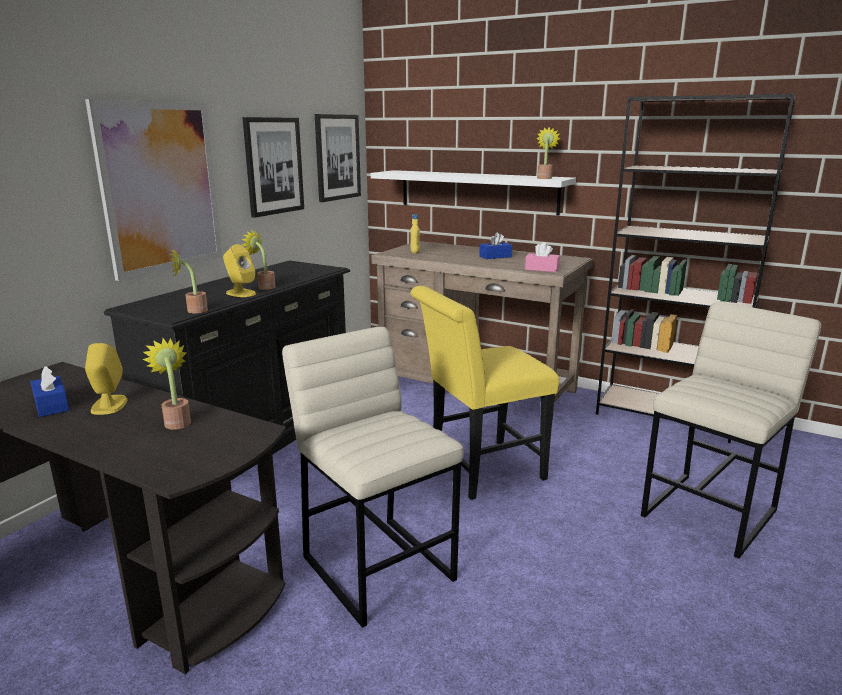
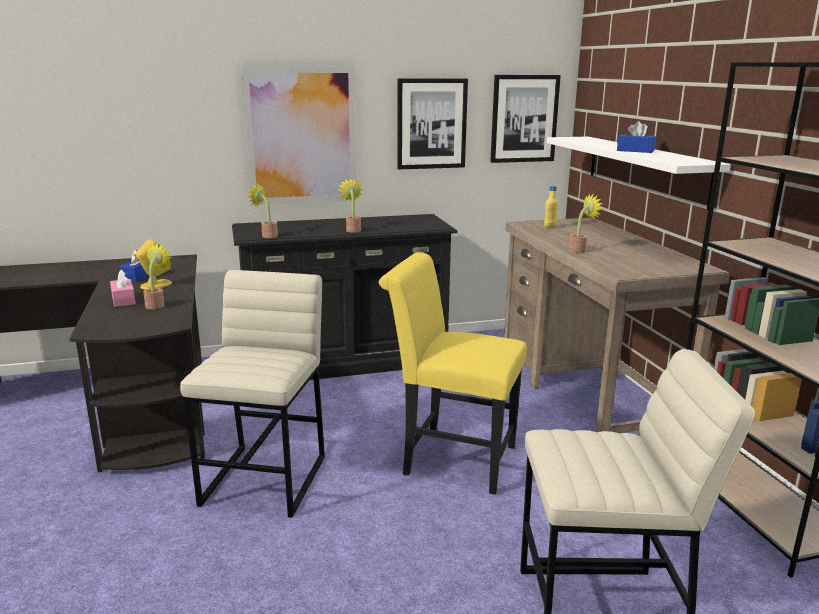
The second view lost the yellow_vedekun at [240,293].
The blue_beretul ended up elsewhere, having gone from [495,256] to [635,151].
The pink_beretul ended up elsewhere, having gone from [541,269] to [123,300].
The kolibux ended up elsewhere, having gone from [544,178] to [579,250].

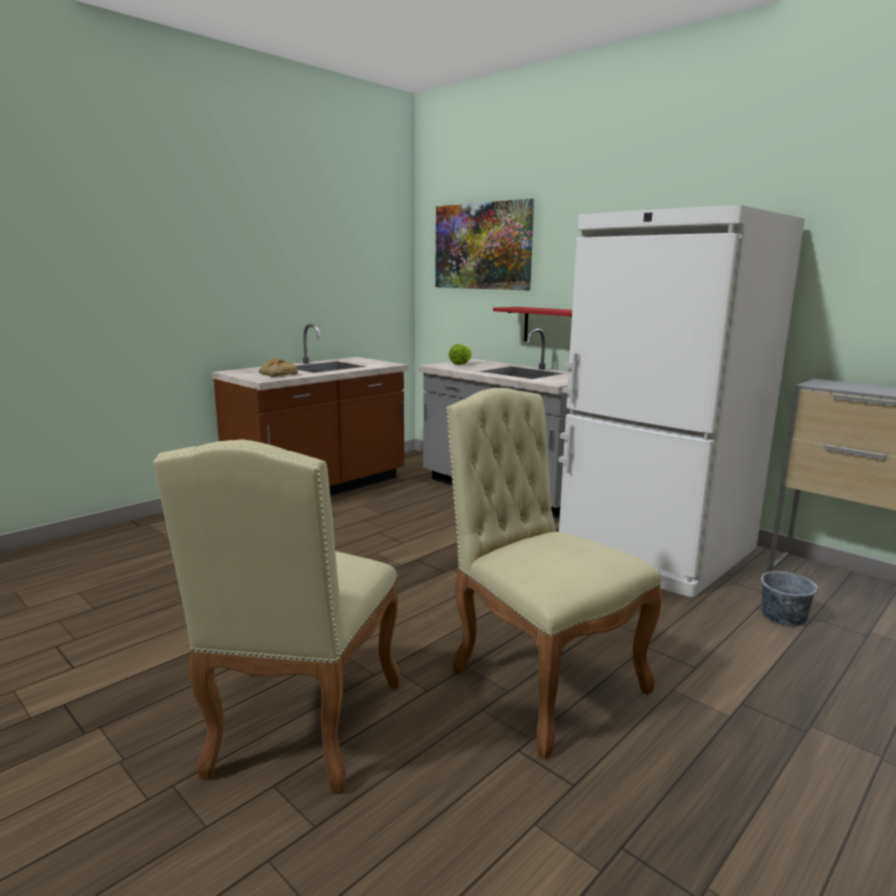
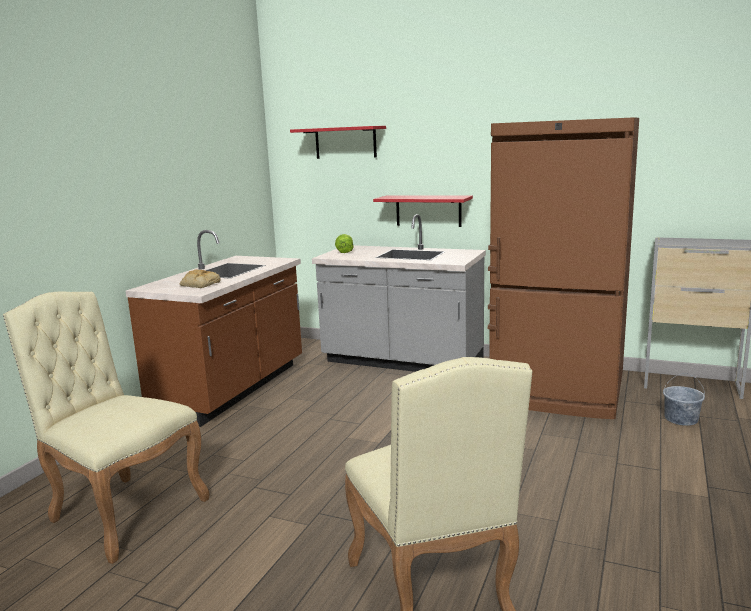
The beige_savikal ended up elsewhere, having gone from [541,682] to [123,512].
Where the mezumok hung at [482,246], the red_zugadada came to hang at [345,142].
What was the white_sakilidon at [655,549] turned into the brown_sakilidon at [558,387].

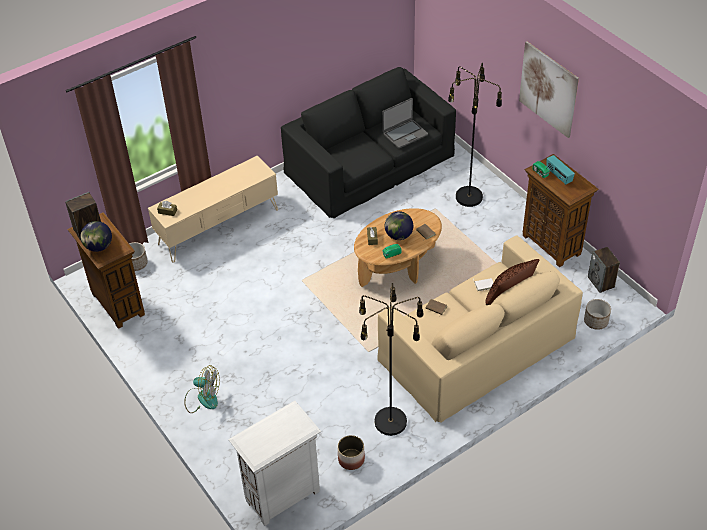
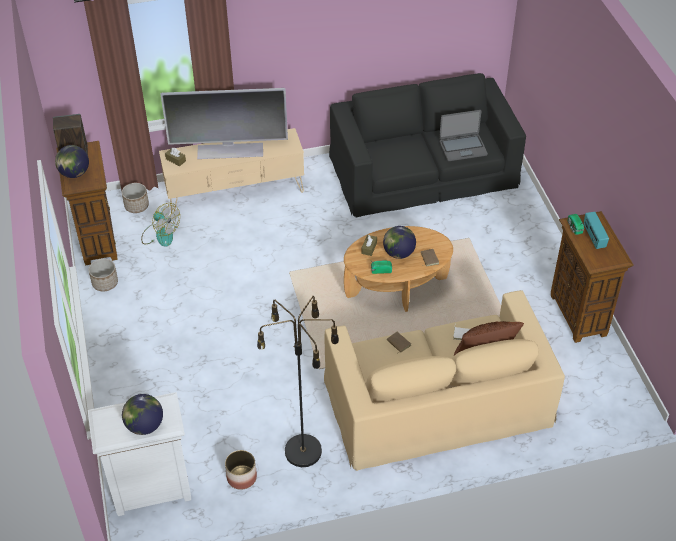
The second view lost the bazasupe at [468,197].
The second view lost the mezumok at [548,89].
The second view lost the vedekun at [601,282].
The second view gained the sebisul at [144,425].
The second view gained the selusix at [230,150].
The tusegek ended up elsewhere, having gone from [202,398] to [160,234].
The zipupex ended up elsewhere, having gone from [596,321] to [105,283].

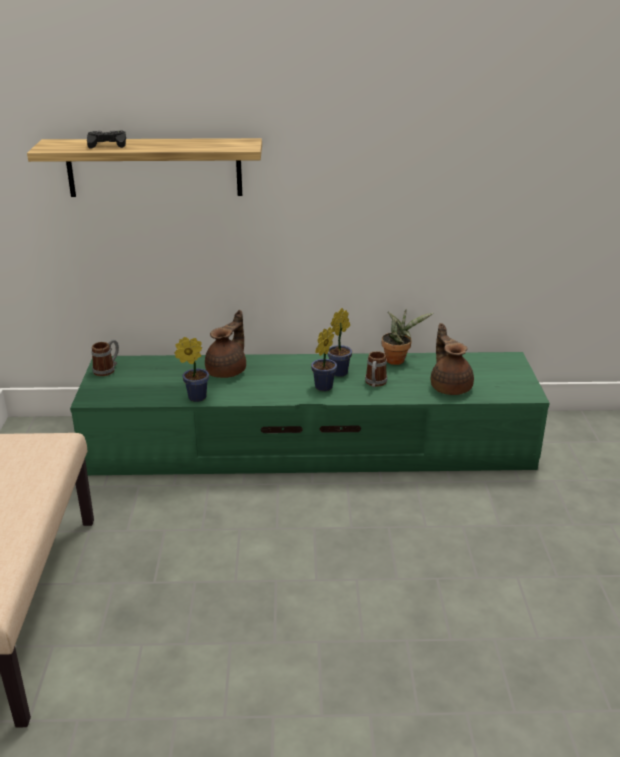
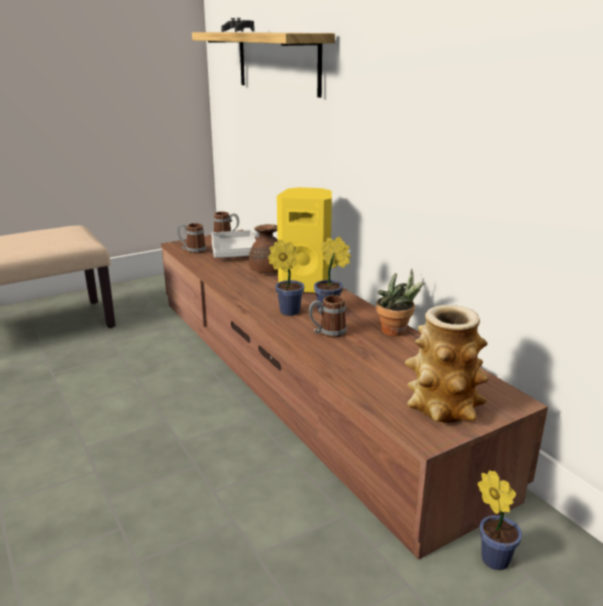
The second view lost the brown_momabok at [450,386].
The second view gained the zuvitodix at [192,250].
The second view gained the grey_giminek at [234,252].
The second view gained the yellow_vedekun at [306,285].
The second view gained the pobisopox at [442,407].
The kolibux ended up elsewhere, having gone from [194,397] to [492,557].
What was the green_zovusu at [309,443] turned into the brown_zovusu at [302,377].

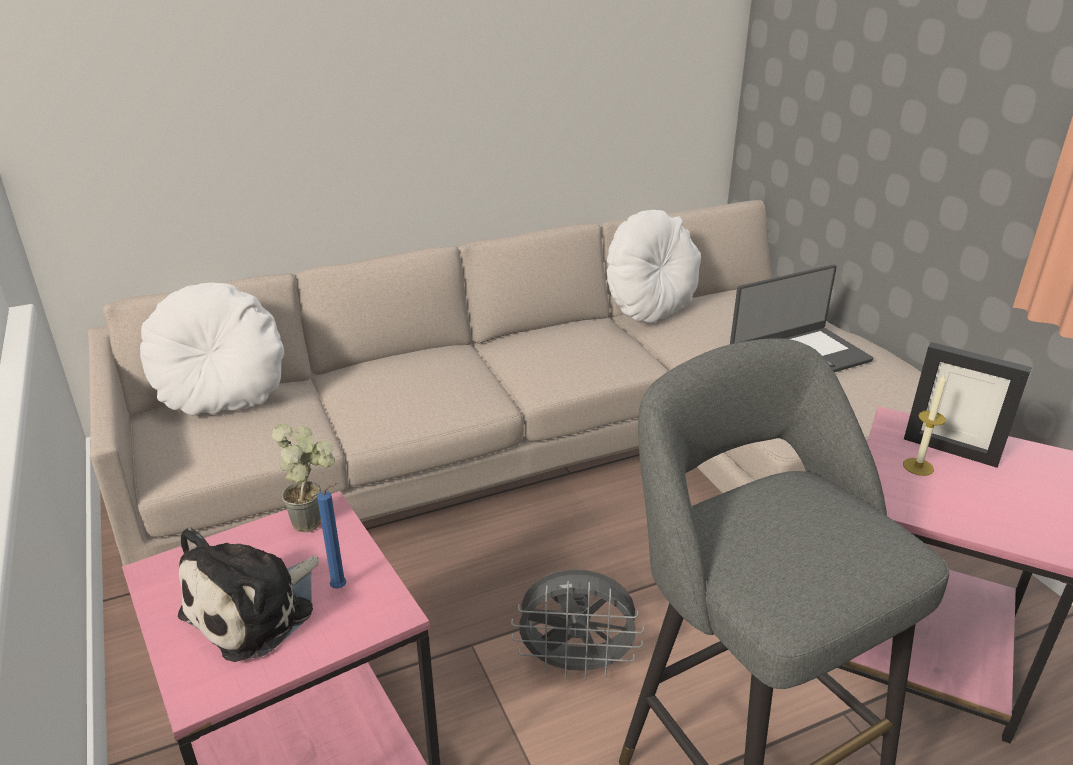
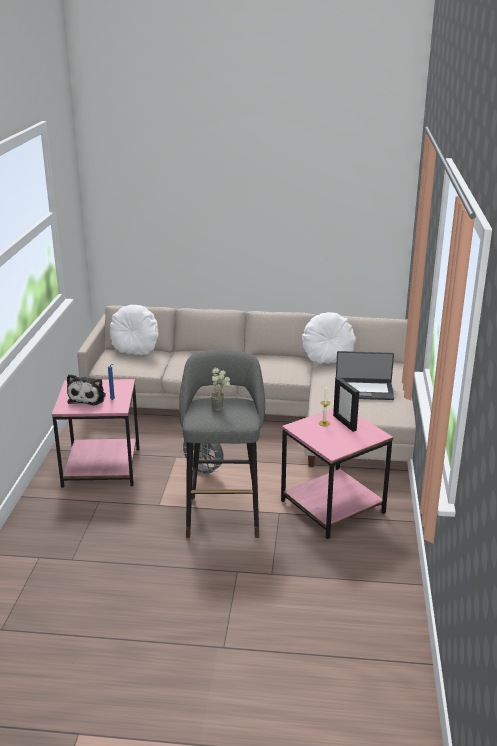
The kolibux ended up elsewhere, having gone from [315,520] to [221,408].
The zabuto at [255,609] ended up facing another way, 60 degrees counterclockwise from before.

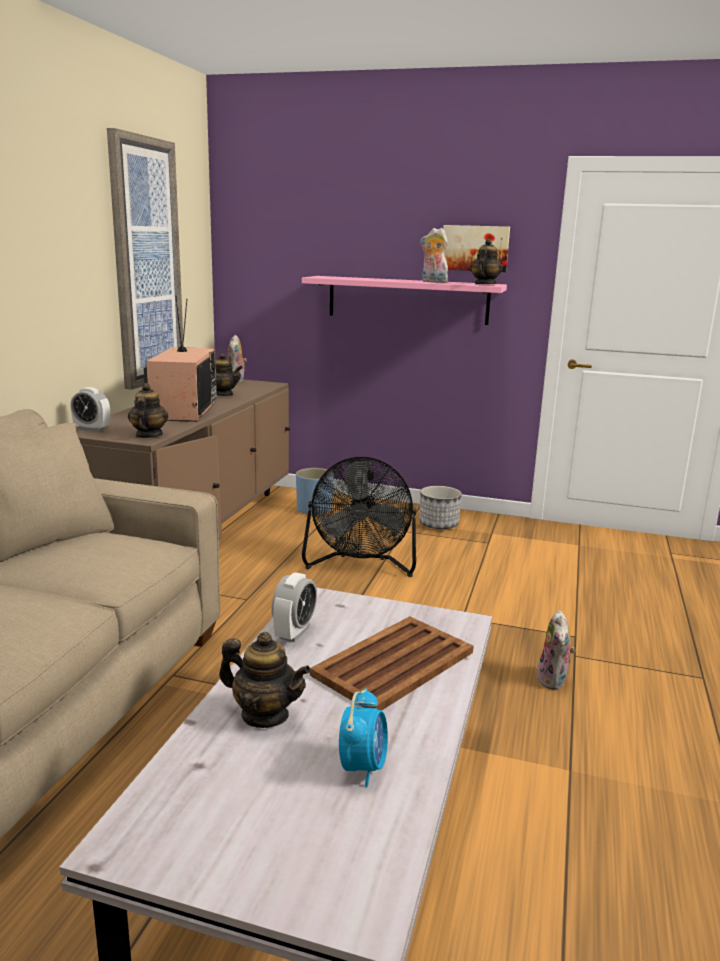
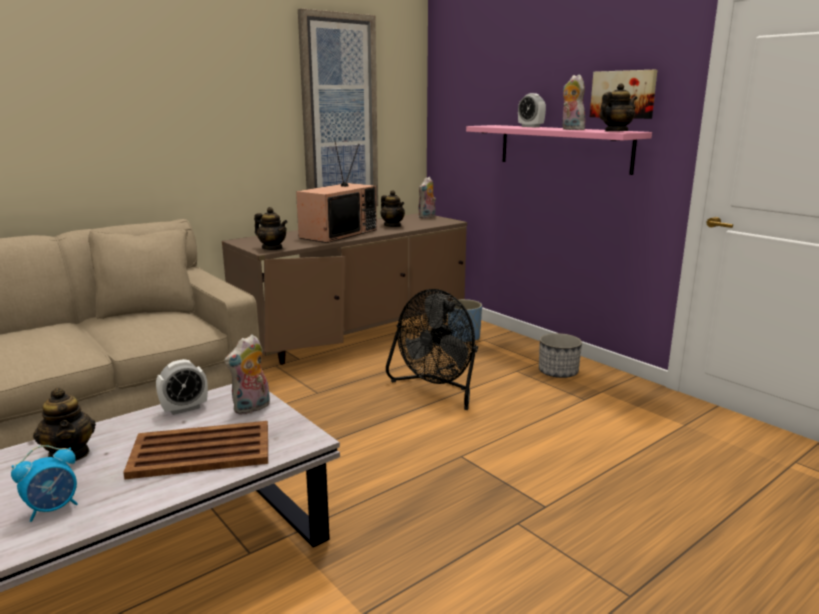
The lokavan ended up elsewhere, having gone from [92,429] to [530,127].
The zabuto ended up elsewhere, having gone from [554,680] to [252,408].
The momabok at [148,435] ended up facing another way, 90 degrees clockwise from before.

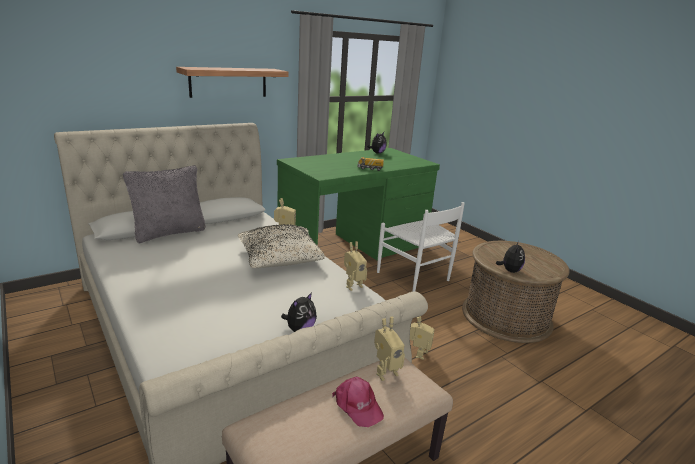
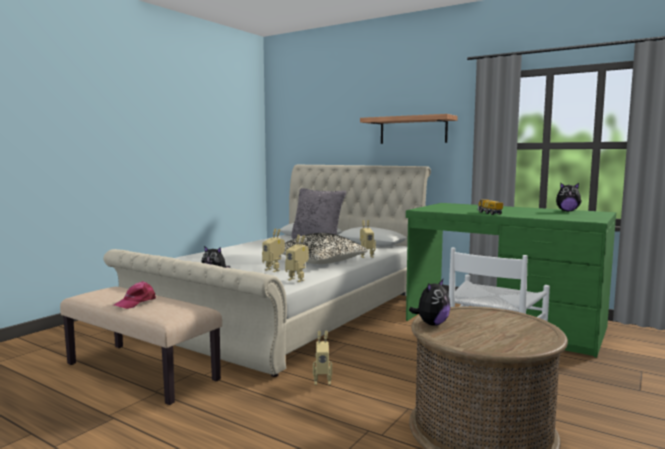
The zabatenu ended up elsewhere, having gone from [385,372] to [274,270].
The zabuto at [509,271] ended up facing another way, 45 degrees counterclockwise from before.

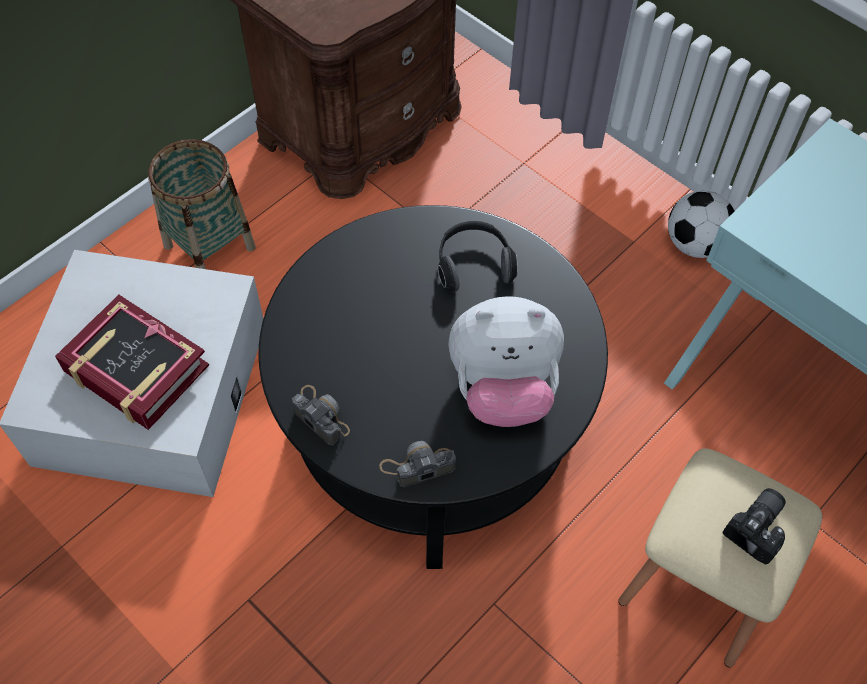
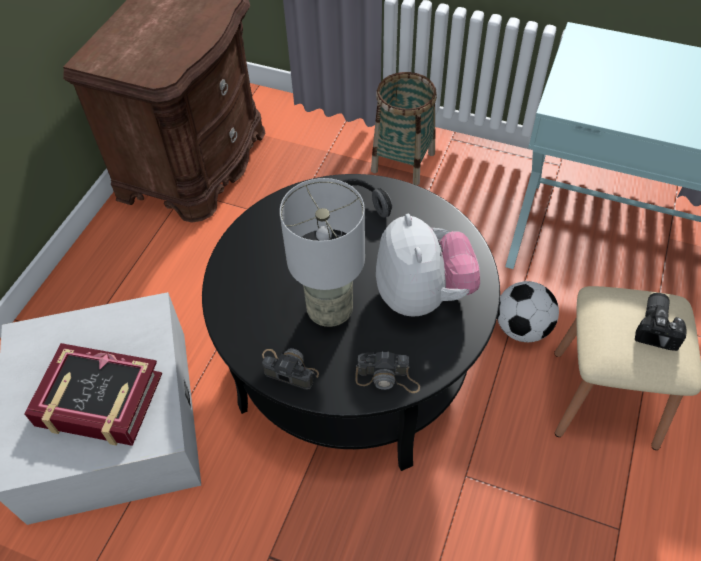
The second view gained the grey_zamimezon at [329,312].
The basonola ended up elsewhere, having gone from [209,246] to [403,162].
The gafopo ended up elsewhere, having gone from [695,244] to [522,328].
The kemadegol at [418,466] ended up facing another way, 135 degrees counterclockwise from before.
The zabuto at [503,389] ended up facing another way, 75 degrees counterclockwise from before.

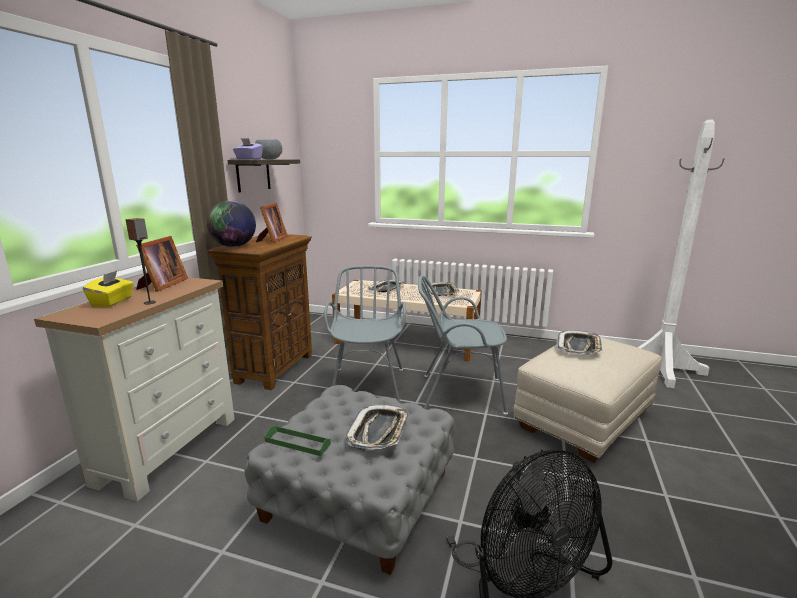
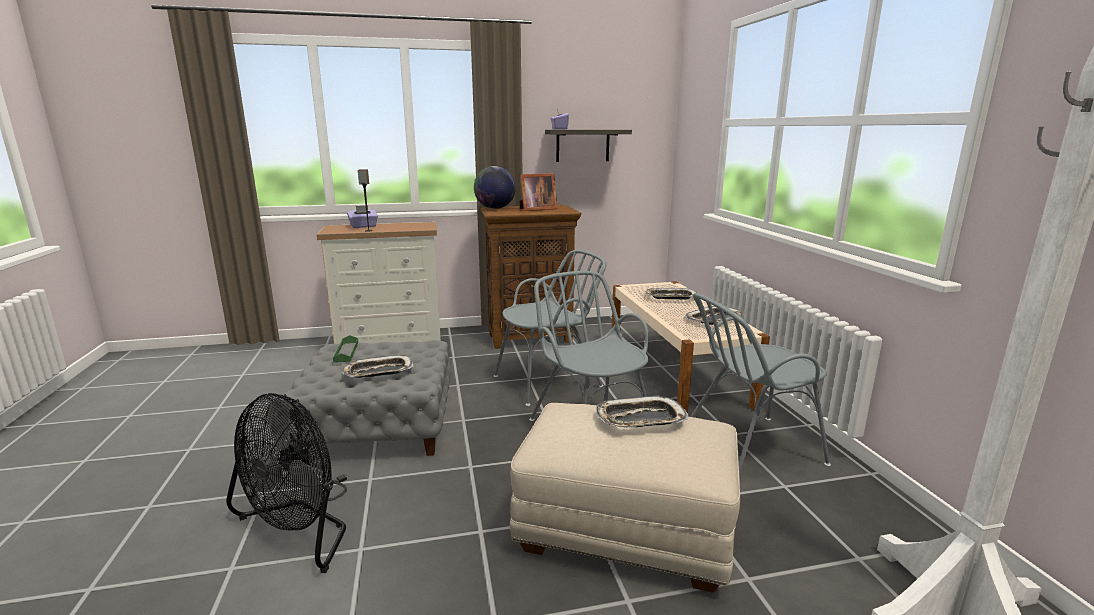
The second view lost the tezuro at [162,285].
The second view lost the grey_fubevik at [269,159].
The second view gained the grey_savikal at [747,448].
What was the yellow_beretul at [112,302] turned into the purple_beretul at [363,226].

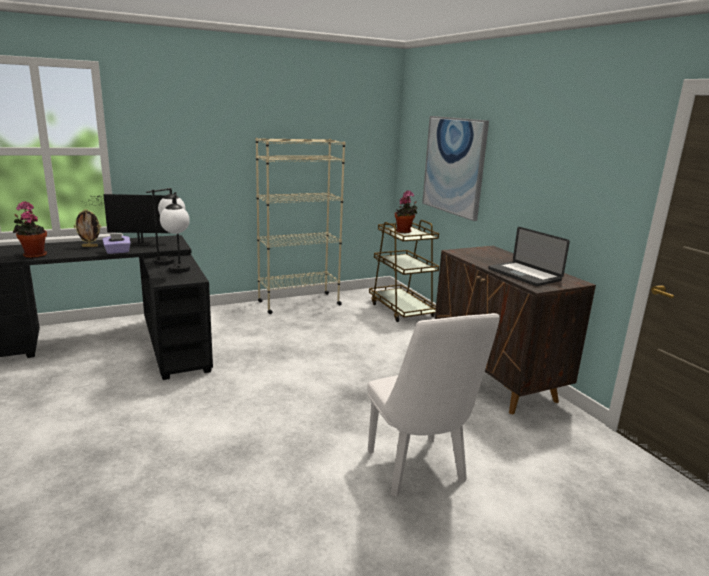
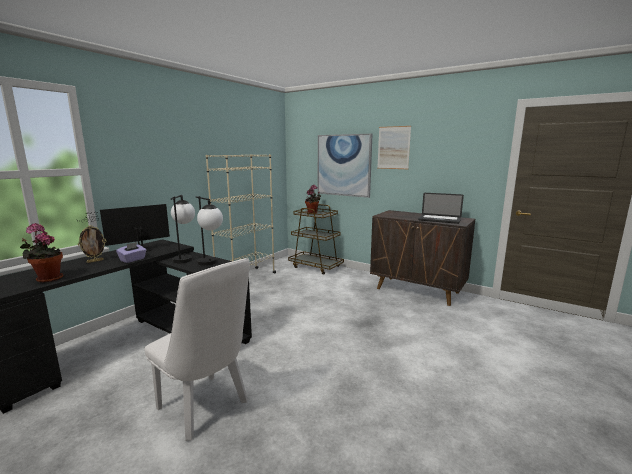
The second view gained the mezumok at [393,147].
The white_savikal ended up elsewhere, having gone from [419,471] to [207,408].

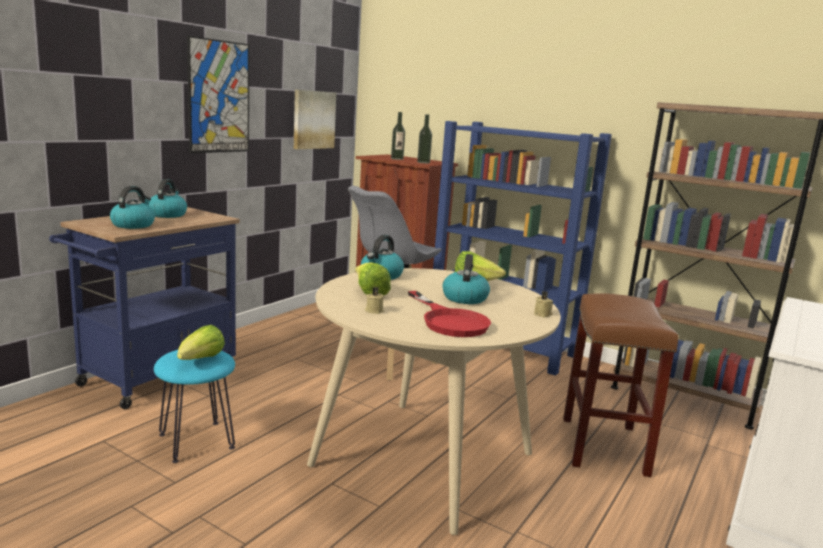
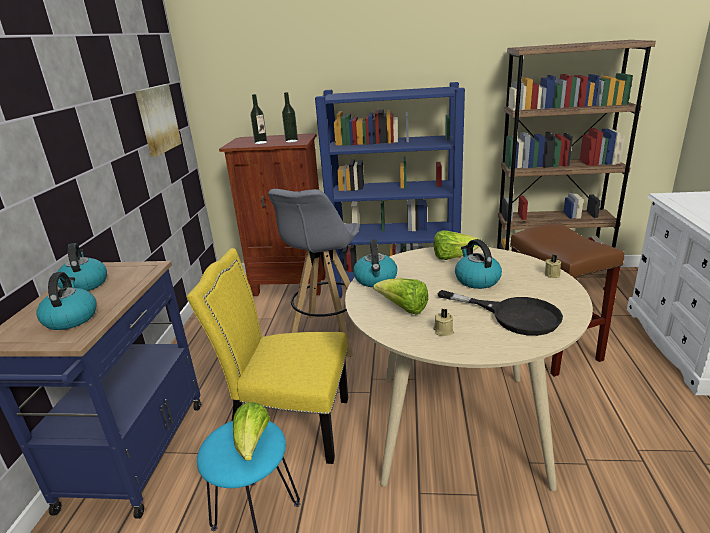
The second view lost the mezumok at [219,97].
The second view gained the yellow_savikal at [292,425].
What was the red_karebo at [449,321] turned into the black_karebo at [513,315].

